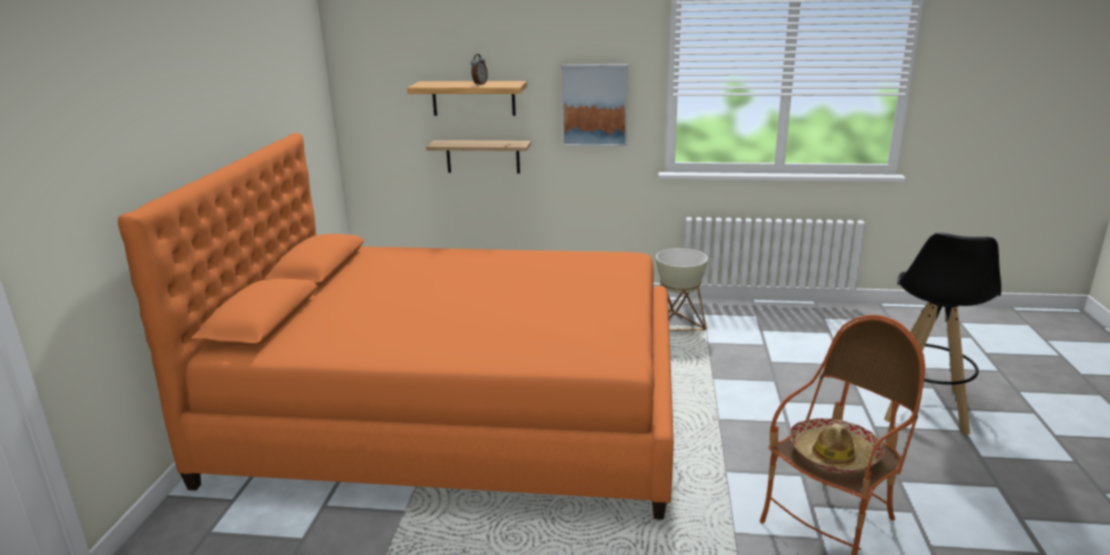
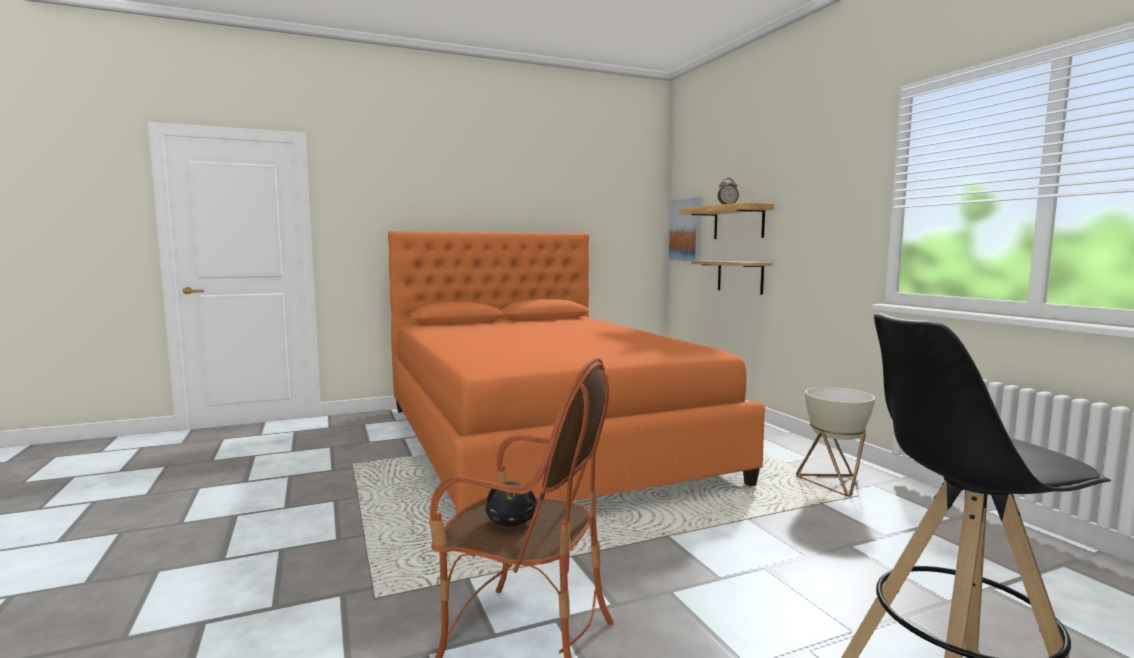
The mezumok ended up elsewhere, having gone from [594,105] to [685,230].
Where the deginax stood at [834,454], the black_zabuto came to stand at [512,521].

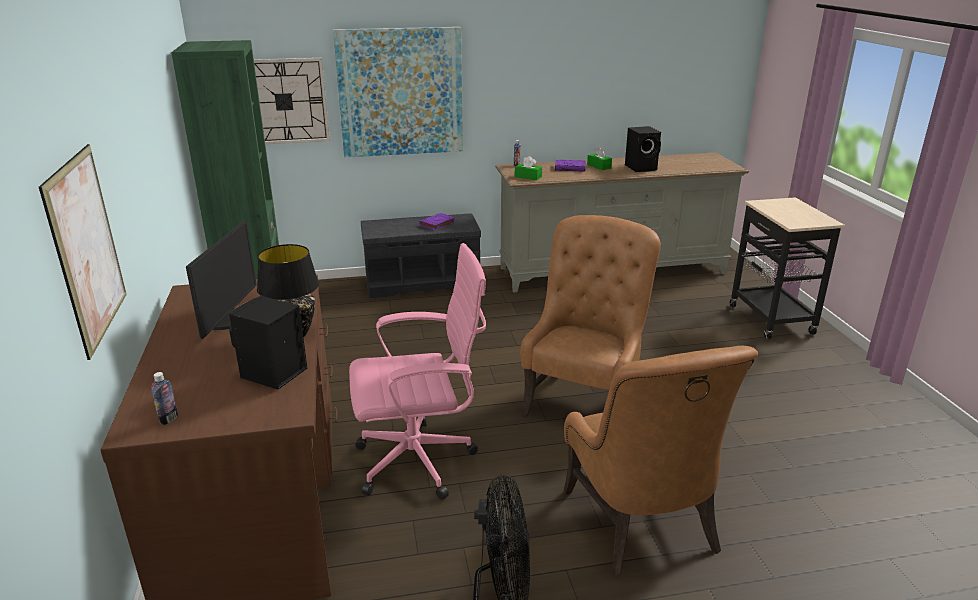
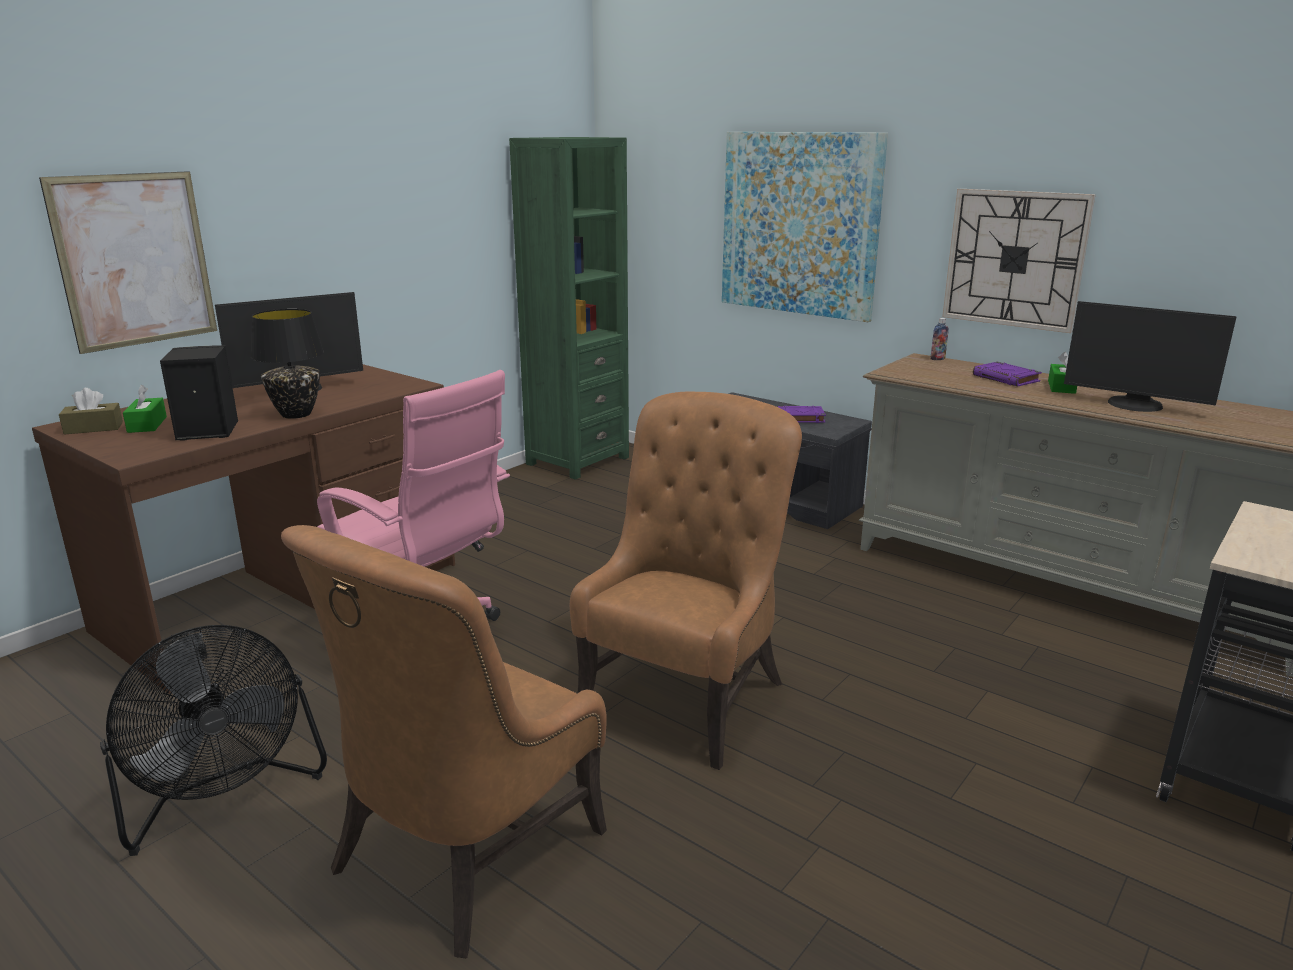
The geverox ended up elsewhere, having gone from [284,101] to [1015,259].
The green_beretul ended up elsewhere, having gone from [528,177] to [147,424].
Where the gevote stood at [168,419], the brown_beretul came to stand at [93,428].
Where the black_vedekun stood at [642,168], the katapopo came to stand at [1134,405].
The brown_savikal at [584,402] ended up facing another way, 45 degrees counterclockwise from before.

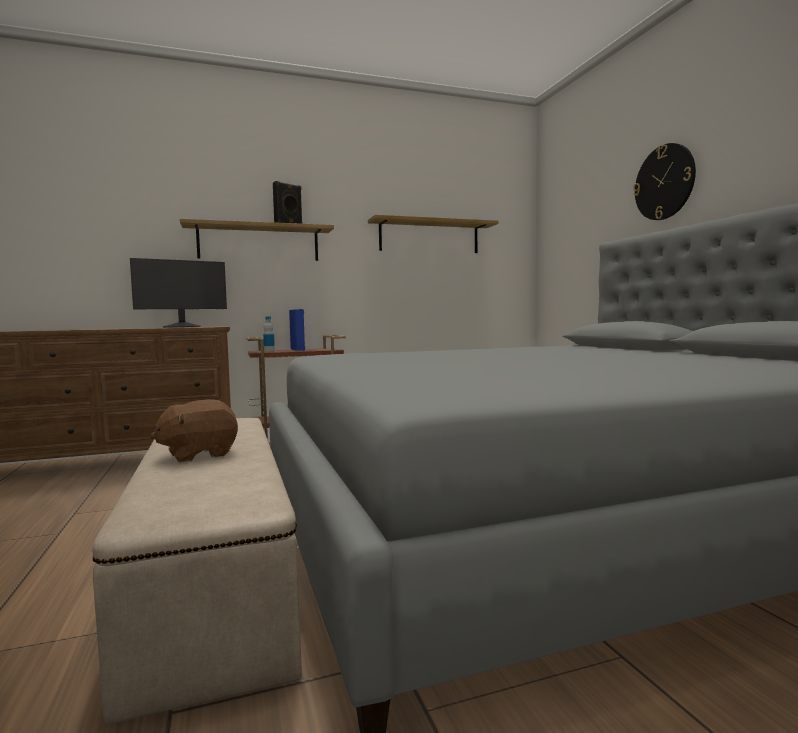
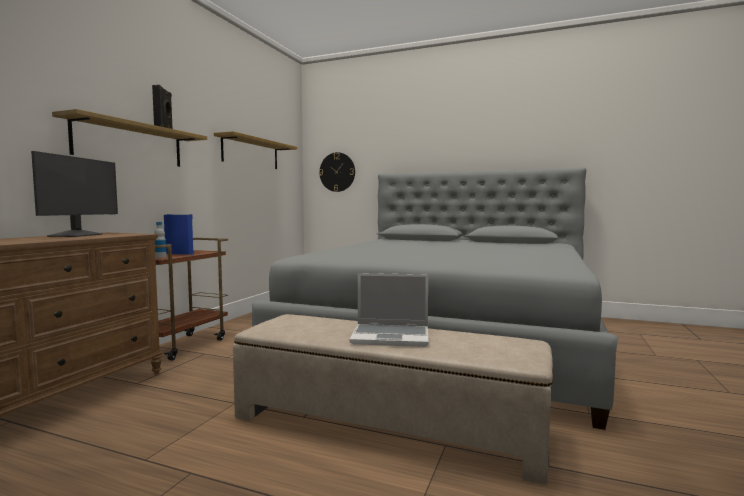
The geverox ended up elsewhere, having gone from [664,182] to [337,172].
Where the brown_zabuto stood at [198,454], the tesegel came to stand at [392,336].

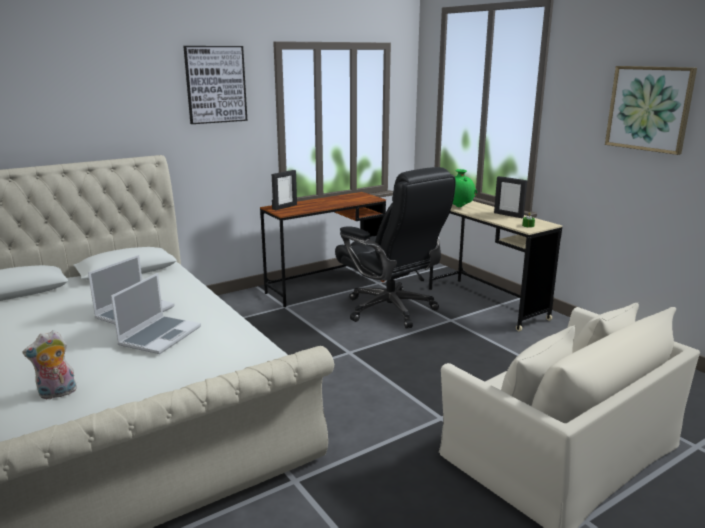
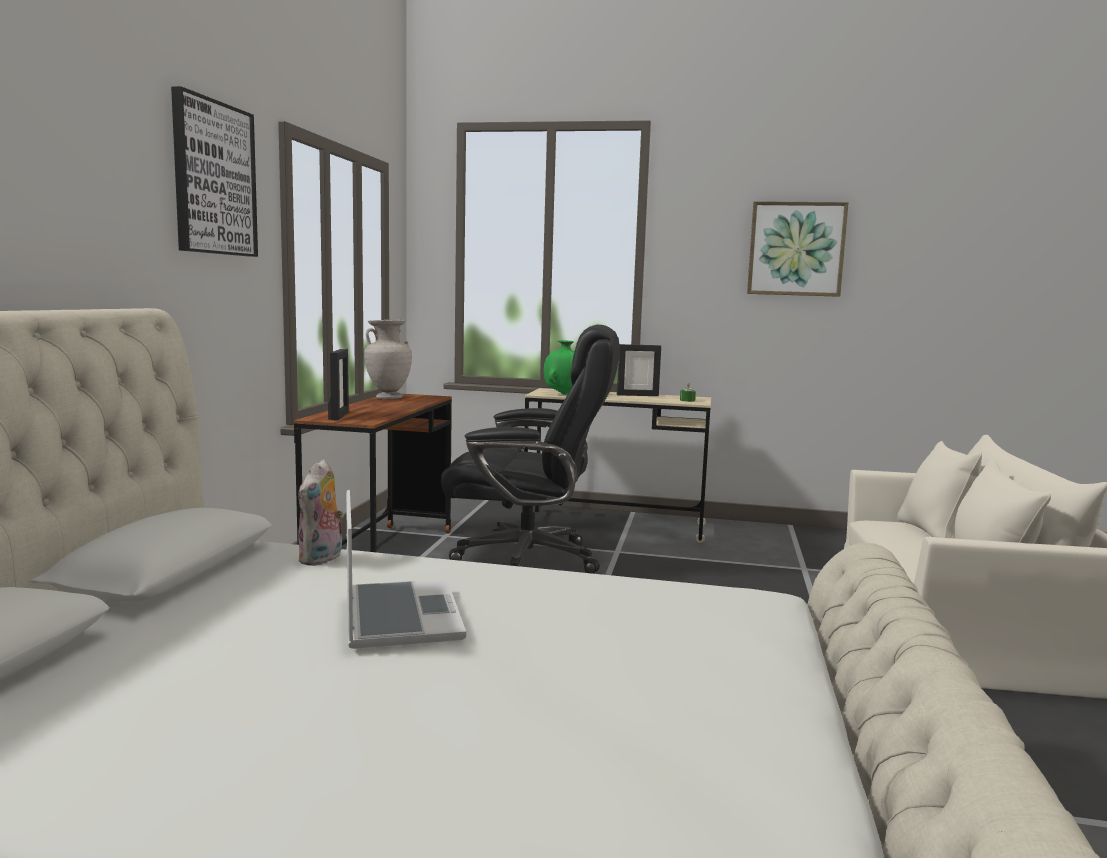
The second view lost the tesegel at [160,336].
The second view gained the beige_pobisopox at [388,398].
The zabuto ended up elsewhere, having gone from [57,394] to [322,559].

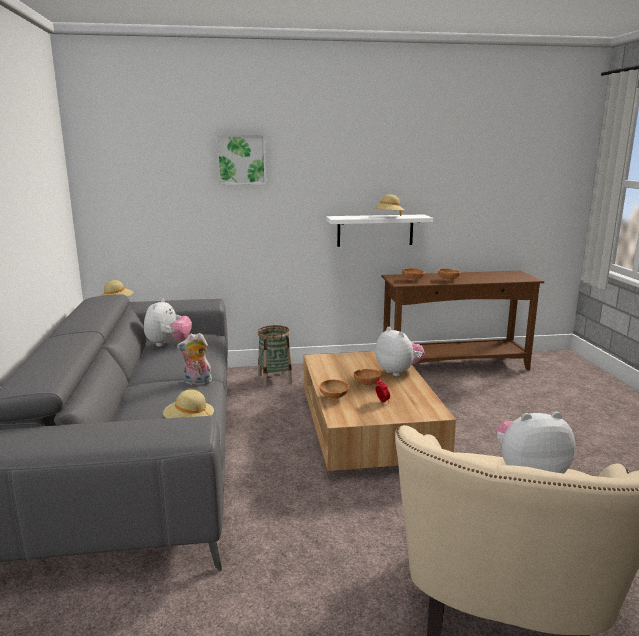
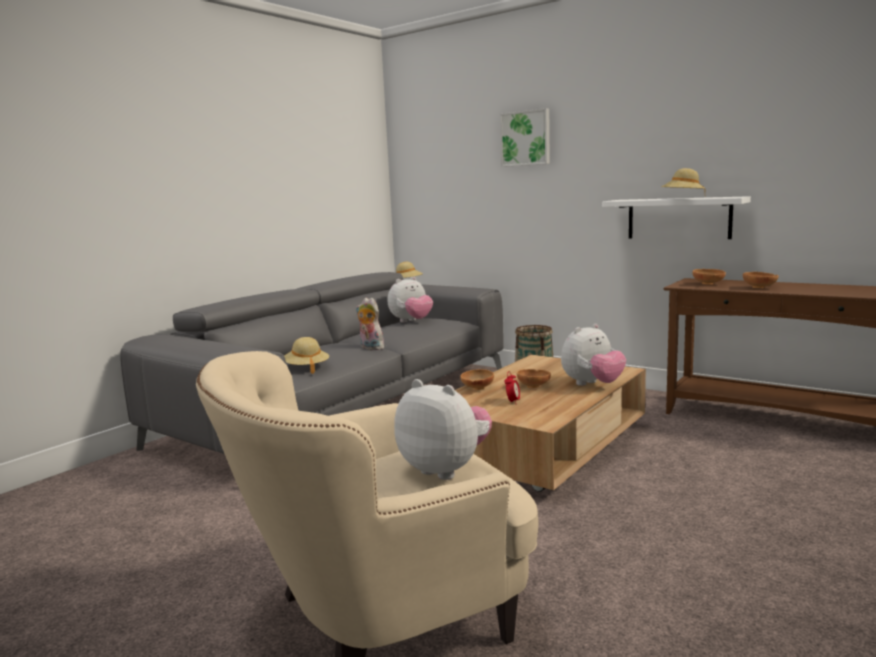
The zabuto at [398,372] ended up facing another way, 45 degrees clockwise from before.

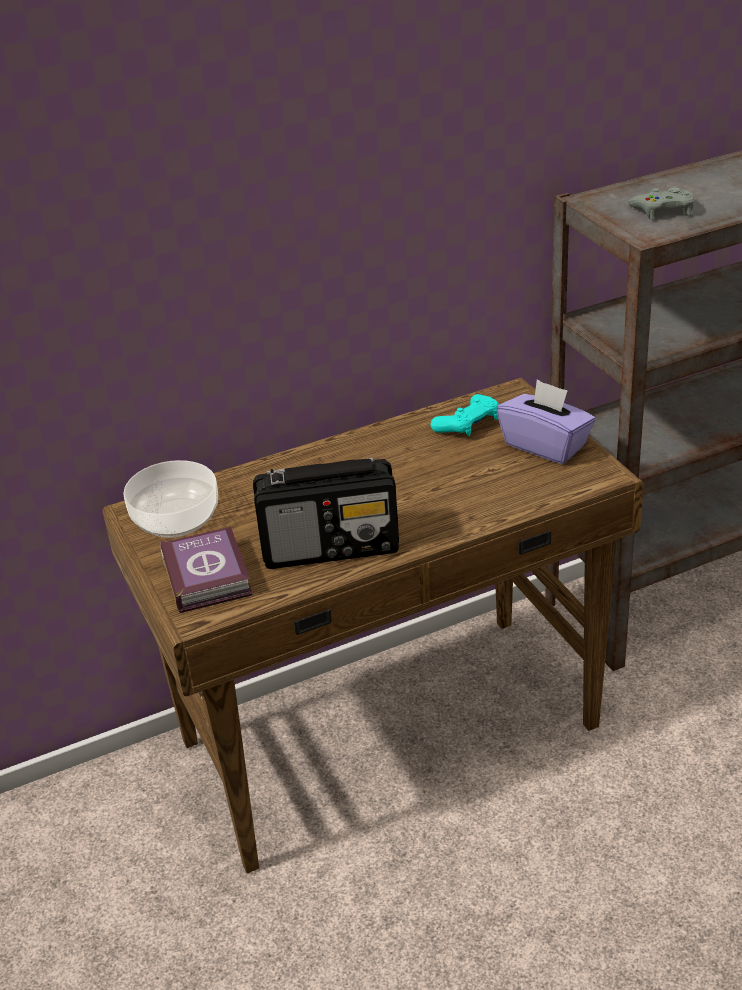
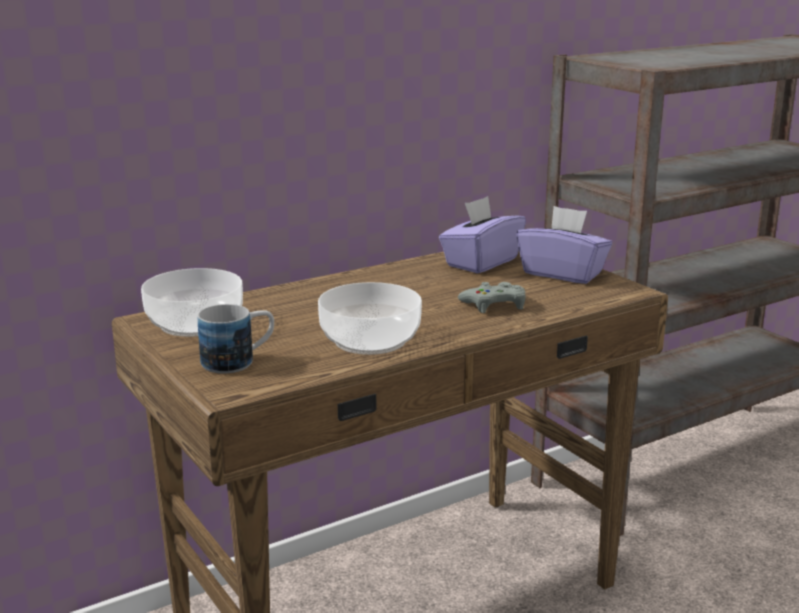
The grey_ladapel ended up elsewhere, having gone from [663,210] to [494,305].
Where the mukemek stood at [208,575], the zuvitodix came to stand at [239,361].
Where the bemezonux stood at [332,547], the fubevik came to stand at [370,340].
Where the turquoise_ladapel stood at [468,424], the purple_beretul came to stand at [481,262].

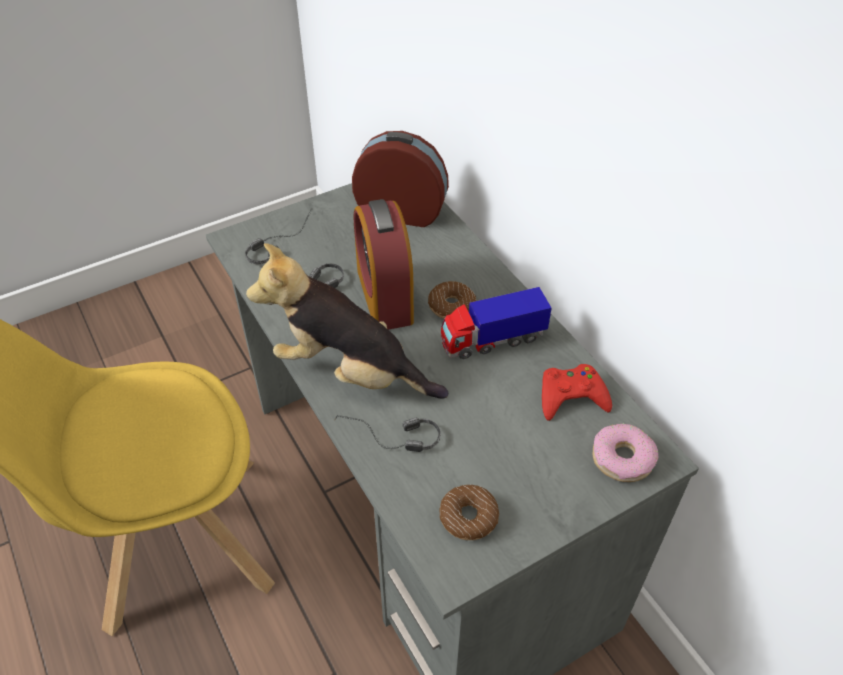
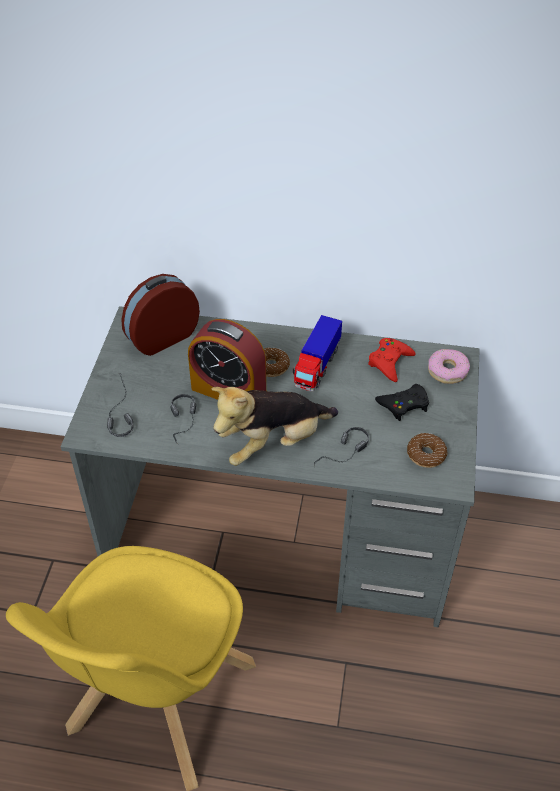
The second view gained the black_ladapel at [404,404].

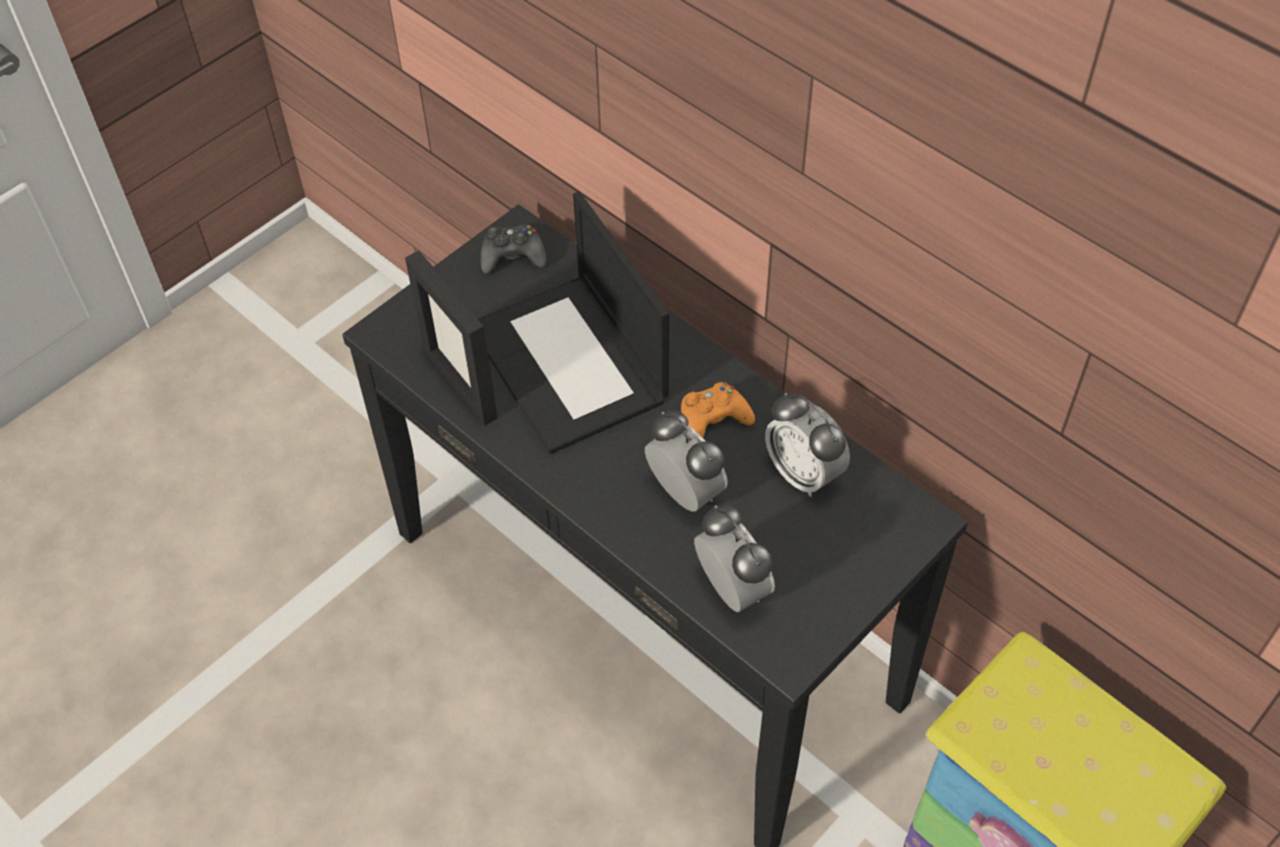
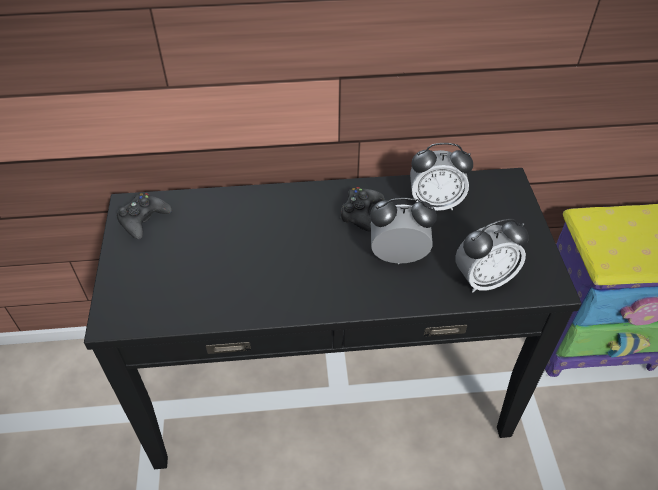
The second view lost the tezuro at [462,383].
The second view lost the tesegel at [571,364].
What was the orange_ladapel at [713,418] turned into the black_ladapel at [361,213].
The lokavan at [732,589] ended up facing another way, 150 degrees clockwise from before.

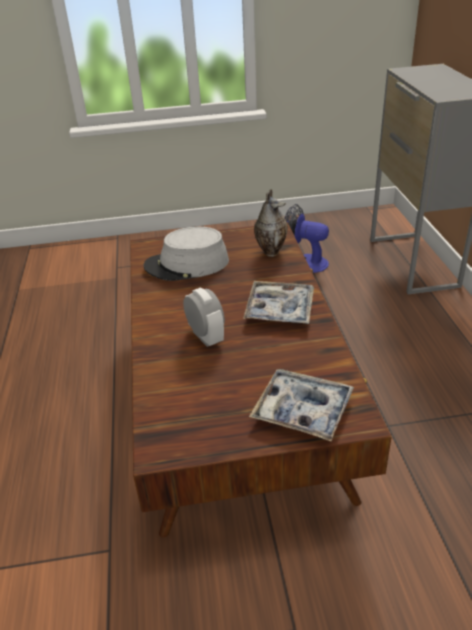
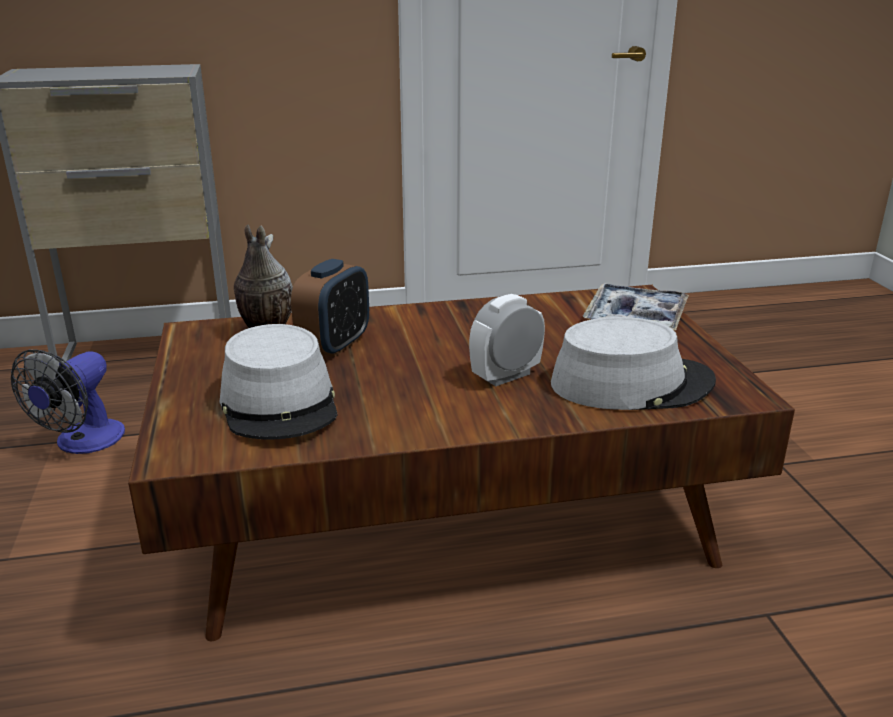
The second view lost the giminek at [279,309].
The second view gained the lokavan at [334,345].
The second view gained the grey_deginax at [631,384].

